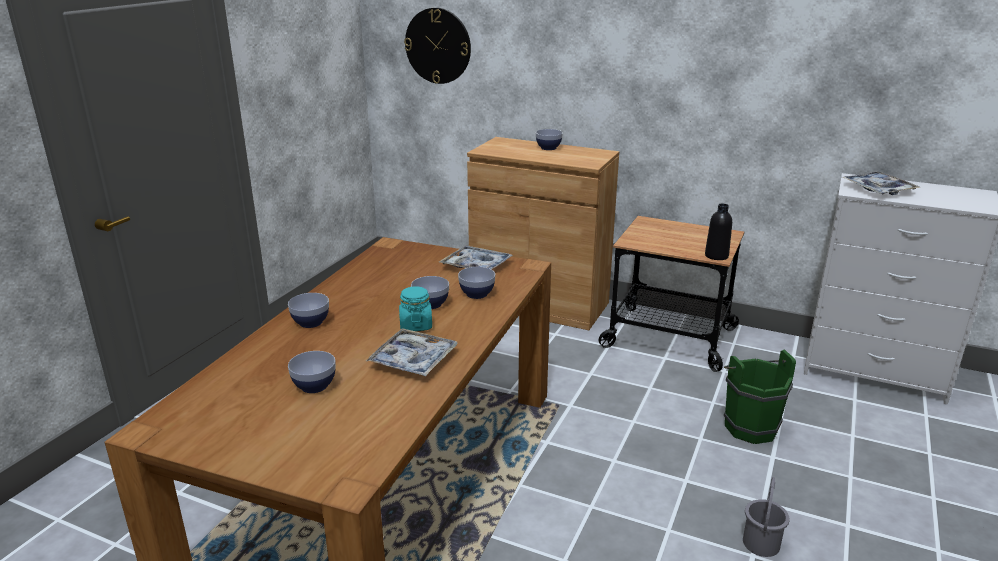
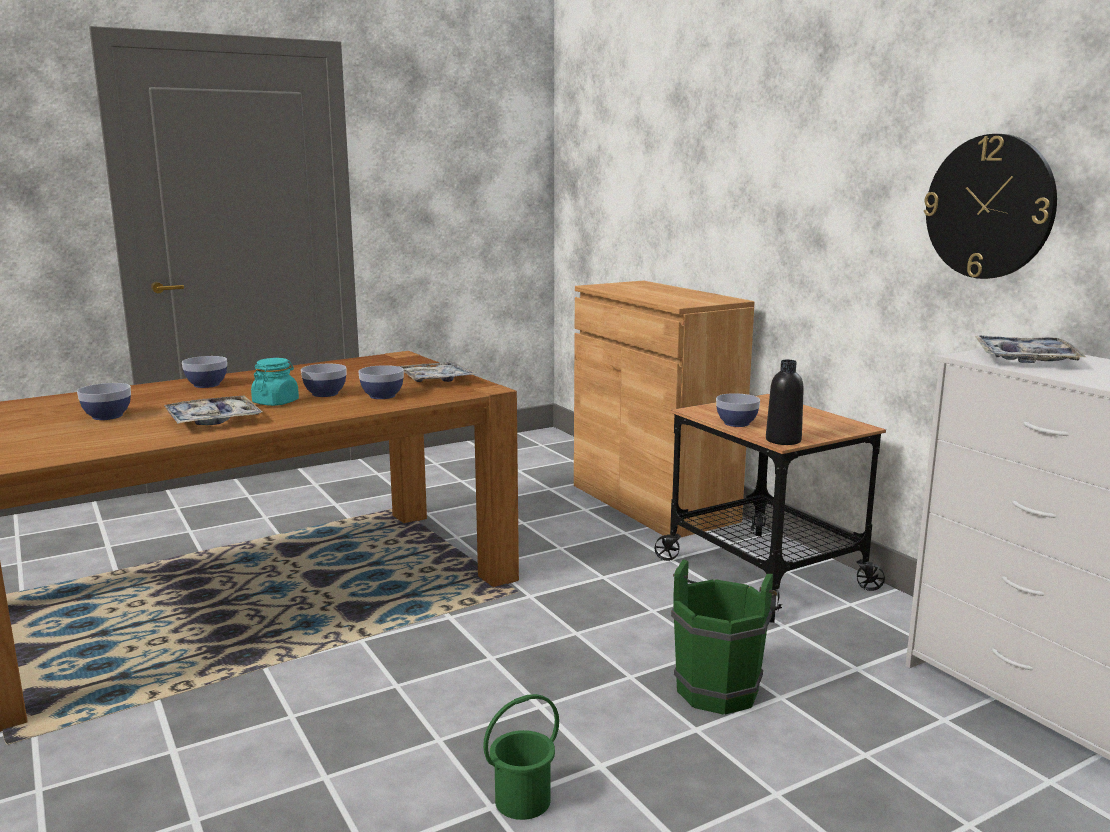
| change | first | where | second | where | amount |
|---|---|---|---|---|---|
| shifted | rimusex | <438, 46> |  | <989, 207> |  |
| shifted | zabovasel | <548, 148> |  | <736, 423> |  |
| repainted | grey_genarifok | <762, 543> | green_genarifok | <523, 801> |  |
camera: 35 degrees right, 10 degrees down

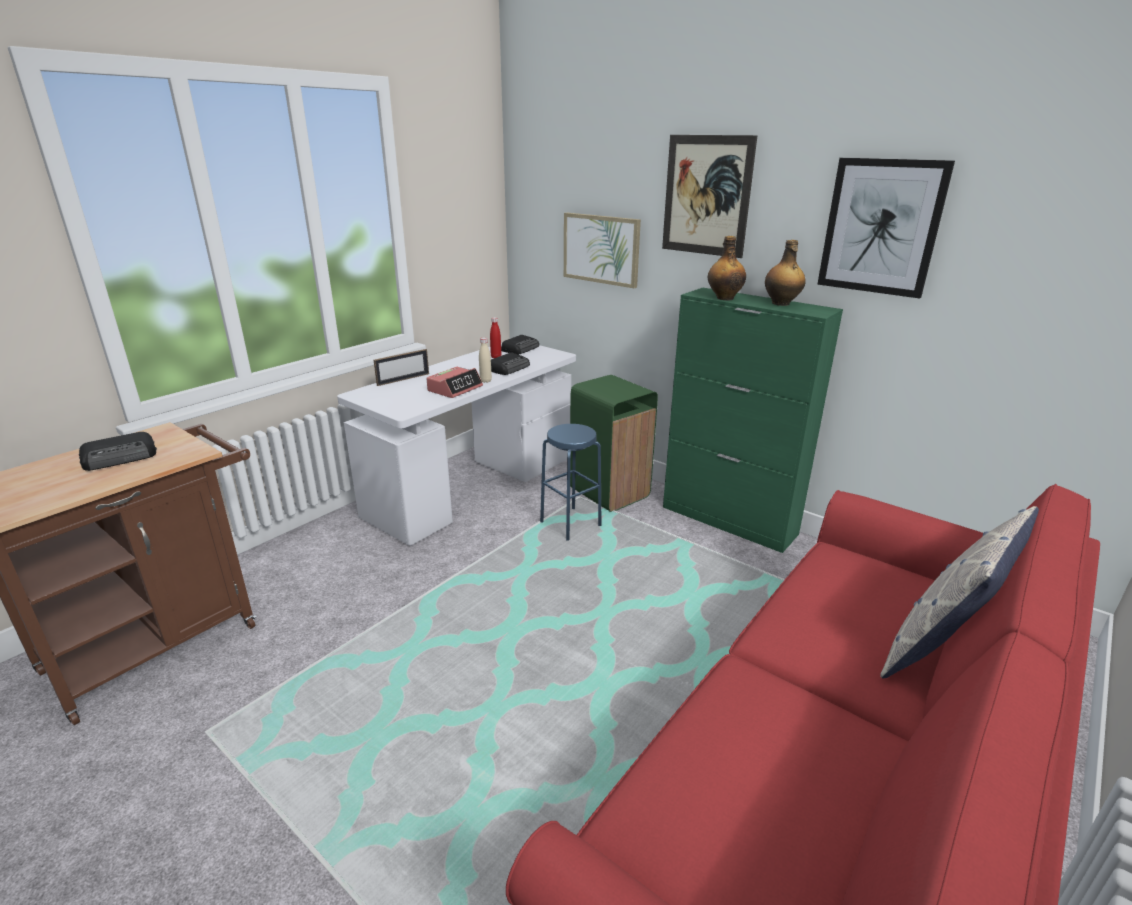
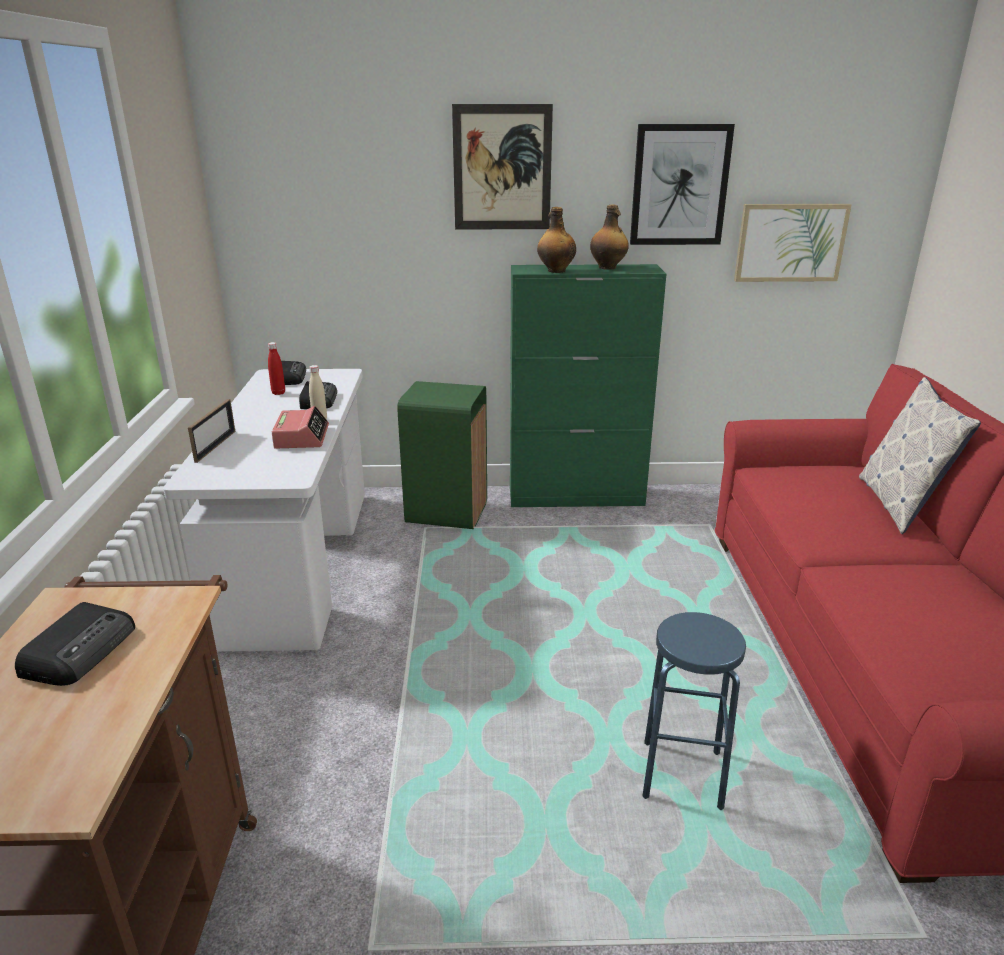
| change | first | where | second | where | amount |
|---|---|---|---|---|---|
| shifted | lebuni | <601, 249> |  | <790, 242> |  |
| shifted | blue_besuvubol | <570, 524> |  | <682, 775> |  |
camera: 40 degrees left, 0 degrees up

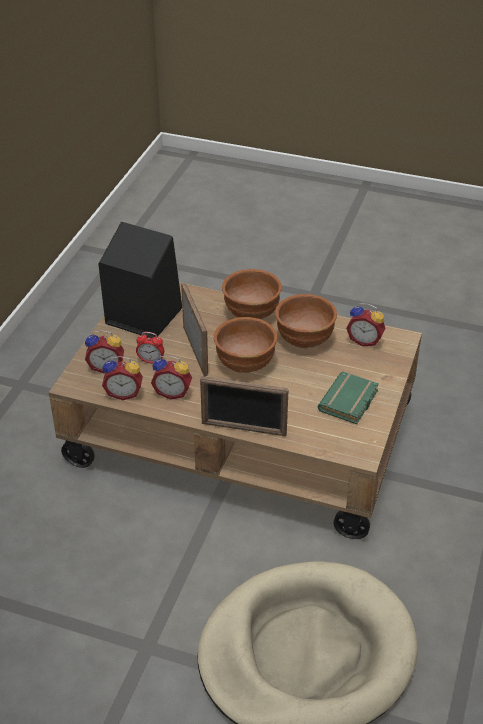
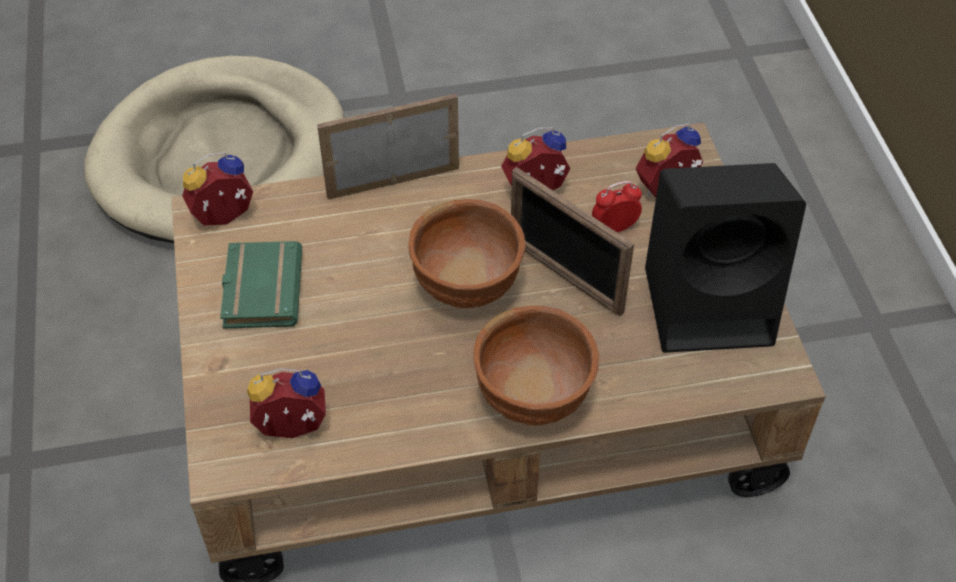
| change | first | where | second | where | amount |
|---|---|---|---|---|---|
| gone | brown_zabovasel | <304, 340> |  |  |  |
| shifted | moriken | <124, 393> |  | <224, 219> |  |
camera: 150 degrees right, 10 degrees up

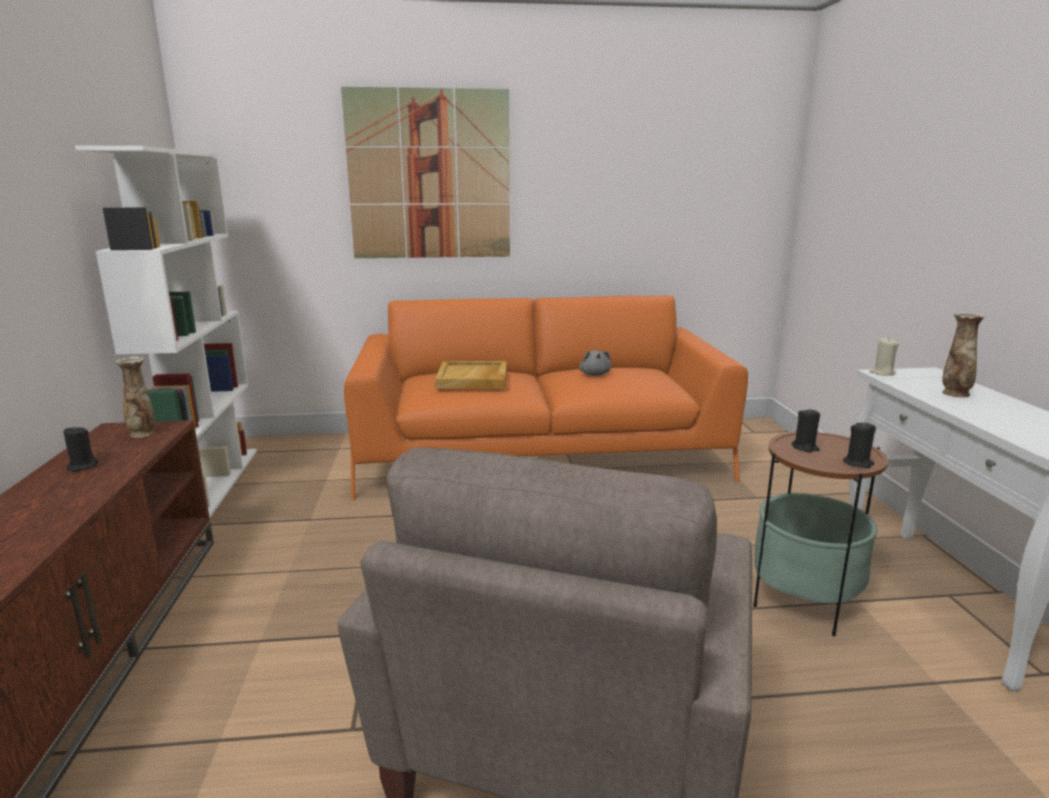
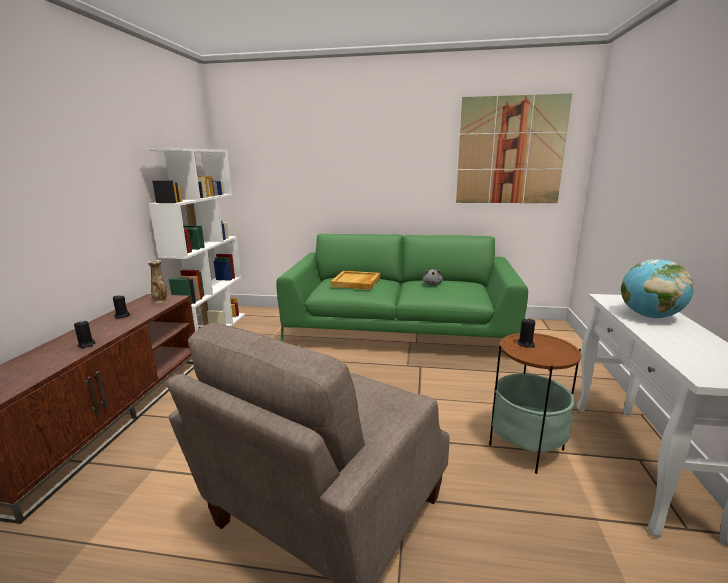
| change | first | where | second | where | amount |
|---|---|---|---|---|---|
| shifted | lebuni | <429, 175> |  | <510, 151> |  |
| repainted | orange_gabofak | <539, 456> | green_gabofak | <399, 332> |  |
| swapped | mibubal | <954, 394> | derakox | <649, 316> |  |
| gone | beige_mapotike | <882, 373> |  |  |  |
| shifted | black_mapotike | <858, 463> |  | <86, 345> |  |
camera: 15 degrees right, 0 degrees up

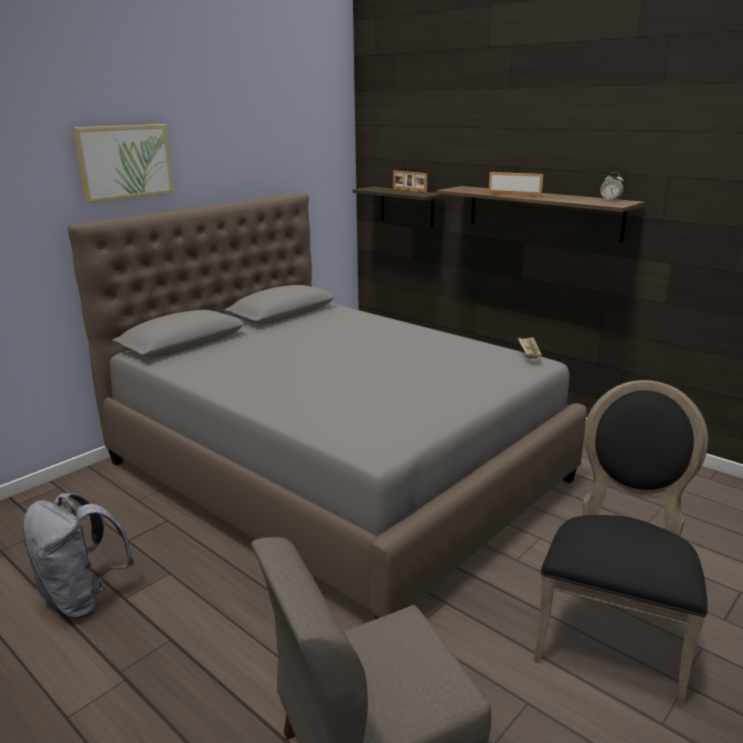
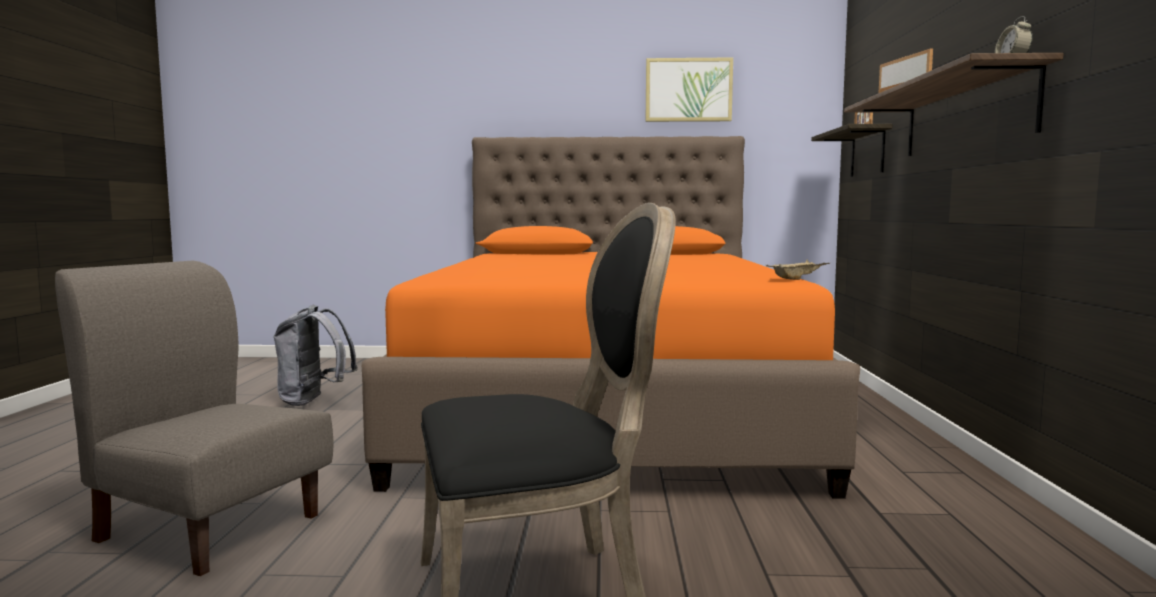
| change | first | where | second | where | amount |
|---|---|---|---|---|---|
| shifted | lebuni | <124, 162> |  | <688, 90> |  |
| repainted | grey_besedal | <336, 470> | orange_besedal | <607, 408> |  |
camera: 50 degrees right, 15 degrees down

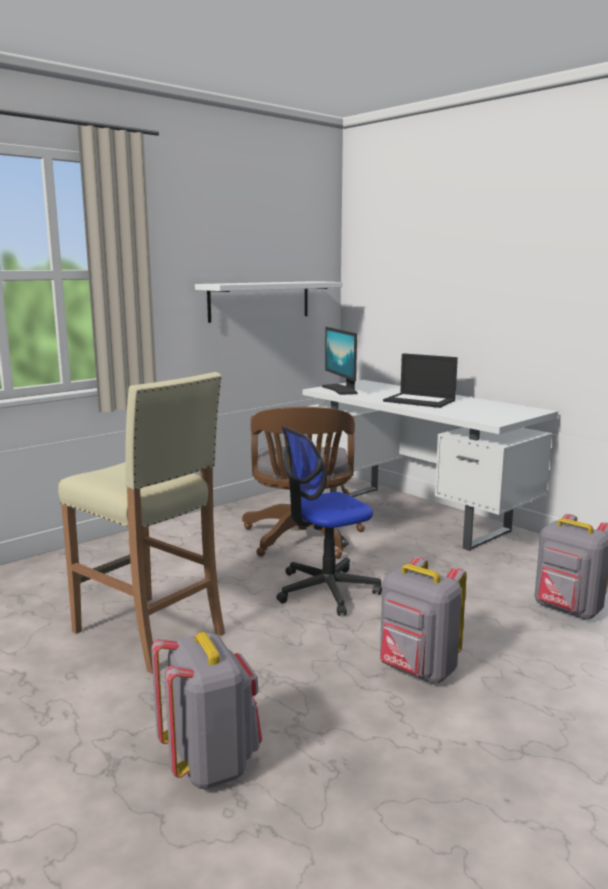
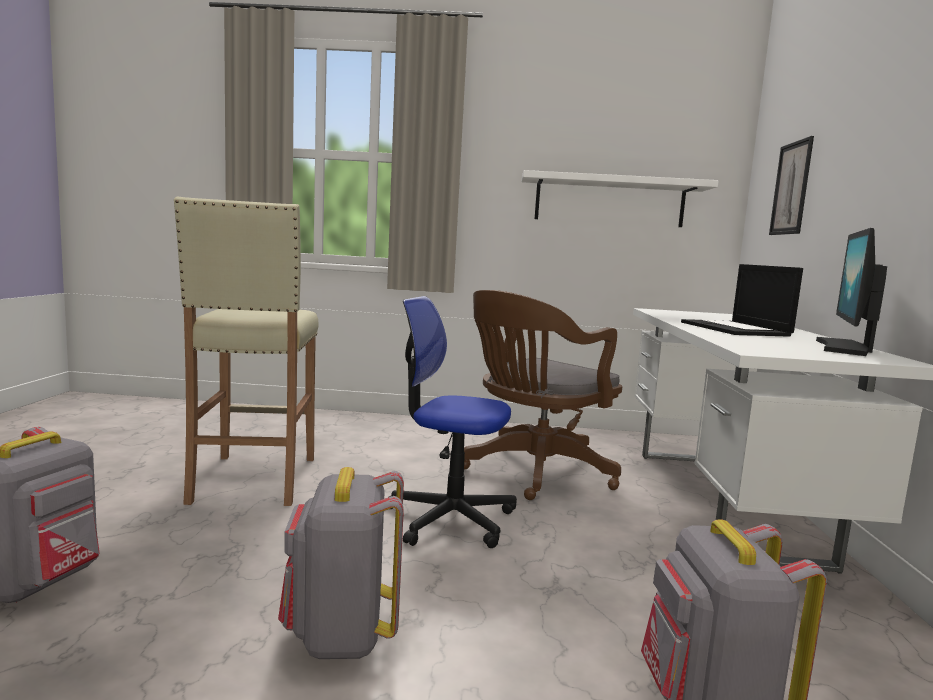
| change | first | where | second | where | amount |
|---|---|---|---|---|---|
| shifted | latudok | <341, 390> |  | <845, 348> |  |
| new |  |  | lebuni | <791, 188> |  |
camera: 45 degrees right, 5 degrees down

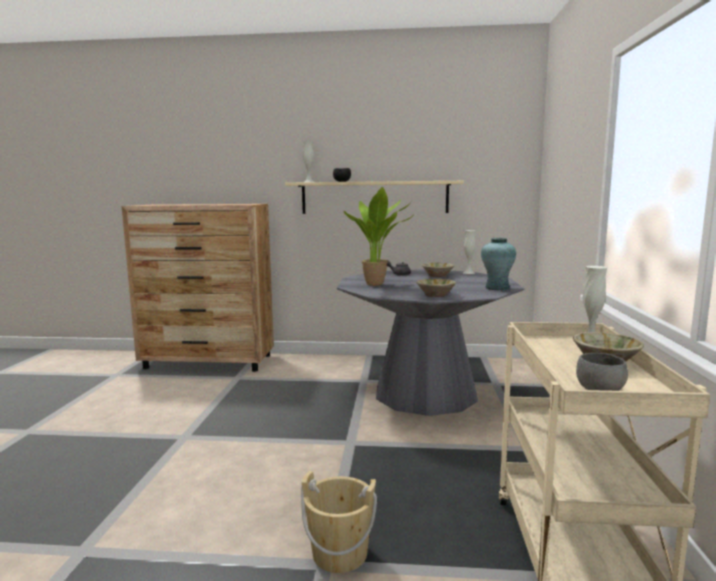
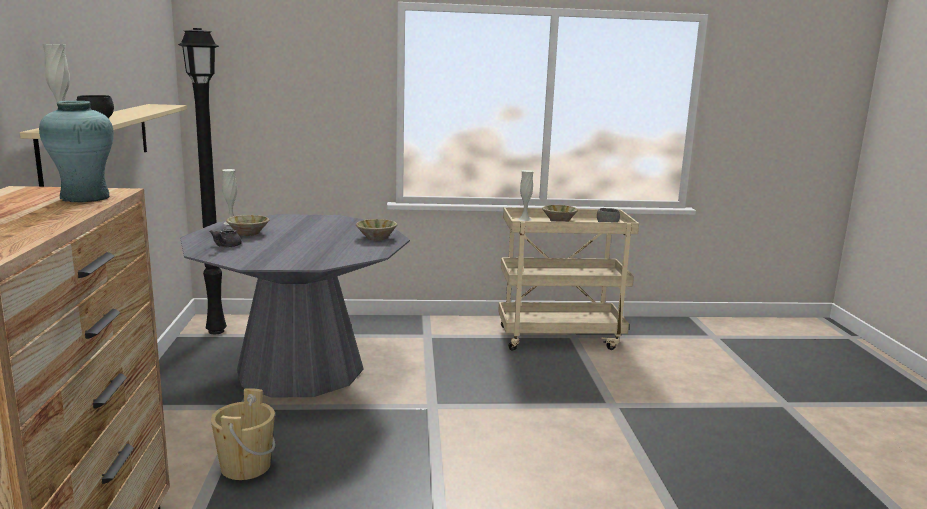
| change | first | where | second | where | amount |
|---|---|---|---|---|---|
| gone | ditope | <378, 284> |  |  |  |
| shifted | turquoise_mibubal | <497, 288> |  | <85, 198> |  |
| shifted | beige_genarifok | <340, 553> |  | <245, 466> |  |
| new |  |  | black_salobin | <218, 331> |  |
camera: 100 degrees left, 5 degrees up

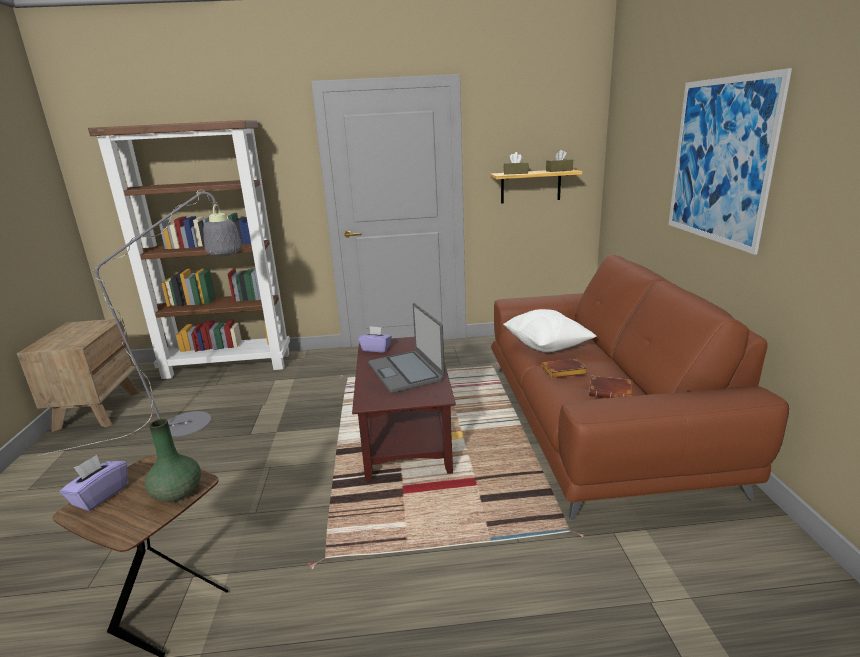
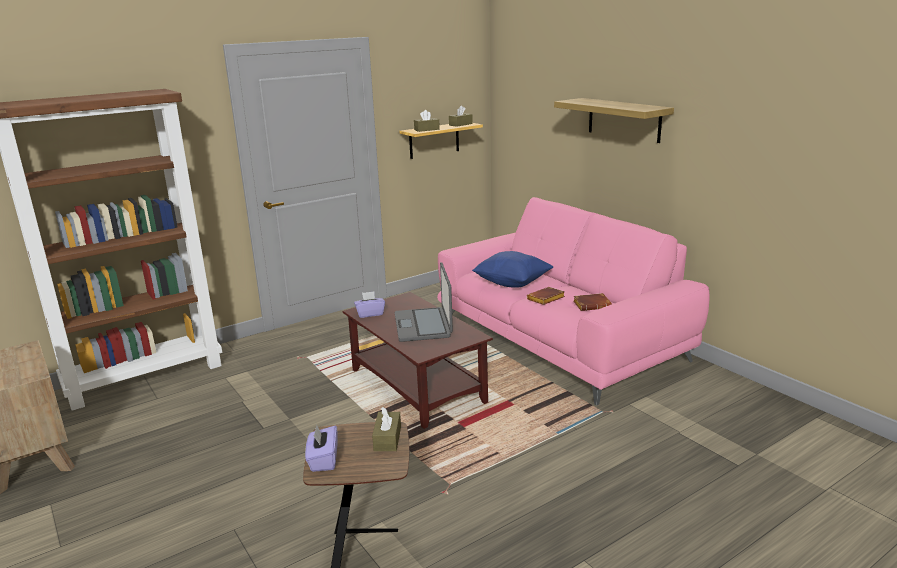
| change | first | where | second | where | amount |
|---|---|---|---|---|---|
| swapped | lebuni | <719, 161> | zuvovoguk | <624, 119> |  |
| gone | grey_salobin | <200, 420> |  |  |  |
| repainted | brown_gabofak | <597, 422> | pink_gabofak | <560, 339> |  |
| rotated | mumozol | <406, 372> |  | <423, 325> | 45 degrees clockwise |
| repainted | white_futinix | <546, 346> | blue_futinix | <512, 283> |  |
| swapped | green_mibubal | <177, 493> | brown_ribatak | <387, 439> |  |
camera: 30 degrees left, 0 degrees up

